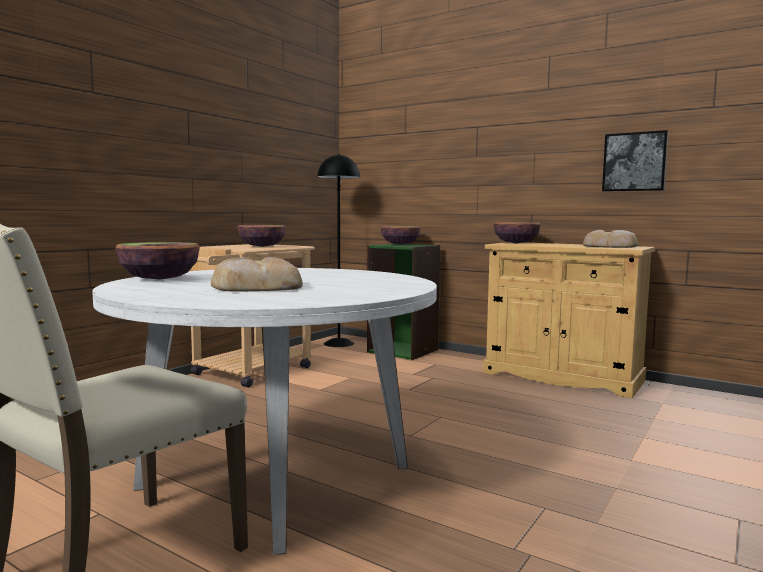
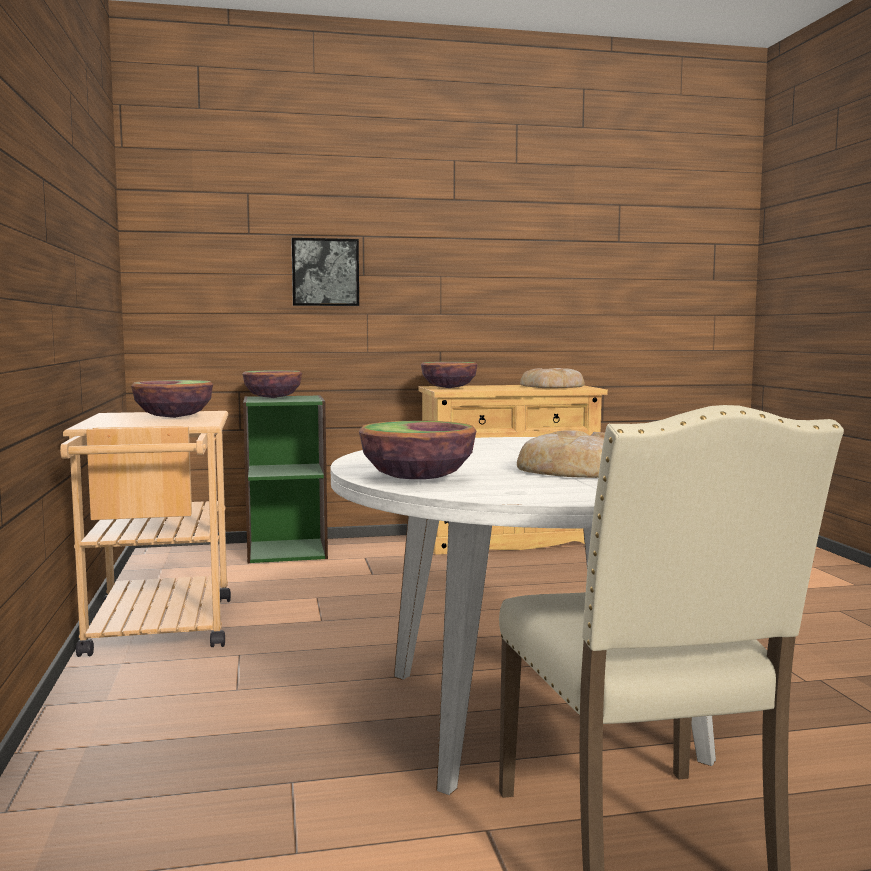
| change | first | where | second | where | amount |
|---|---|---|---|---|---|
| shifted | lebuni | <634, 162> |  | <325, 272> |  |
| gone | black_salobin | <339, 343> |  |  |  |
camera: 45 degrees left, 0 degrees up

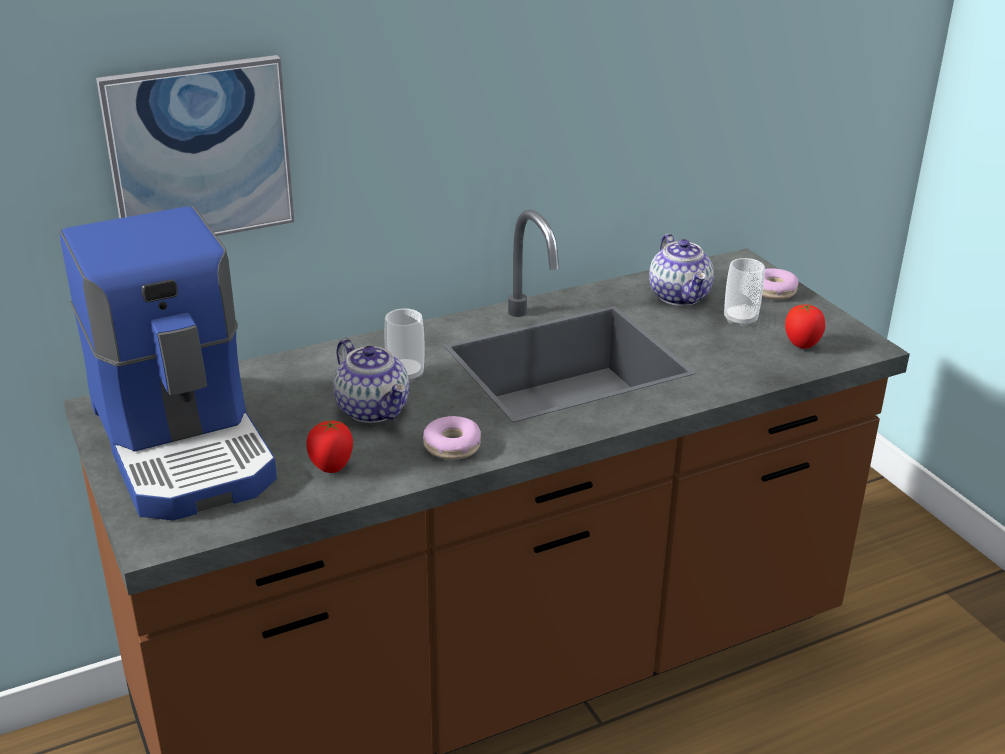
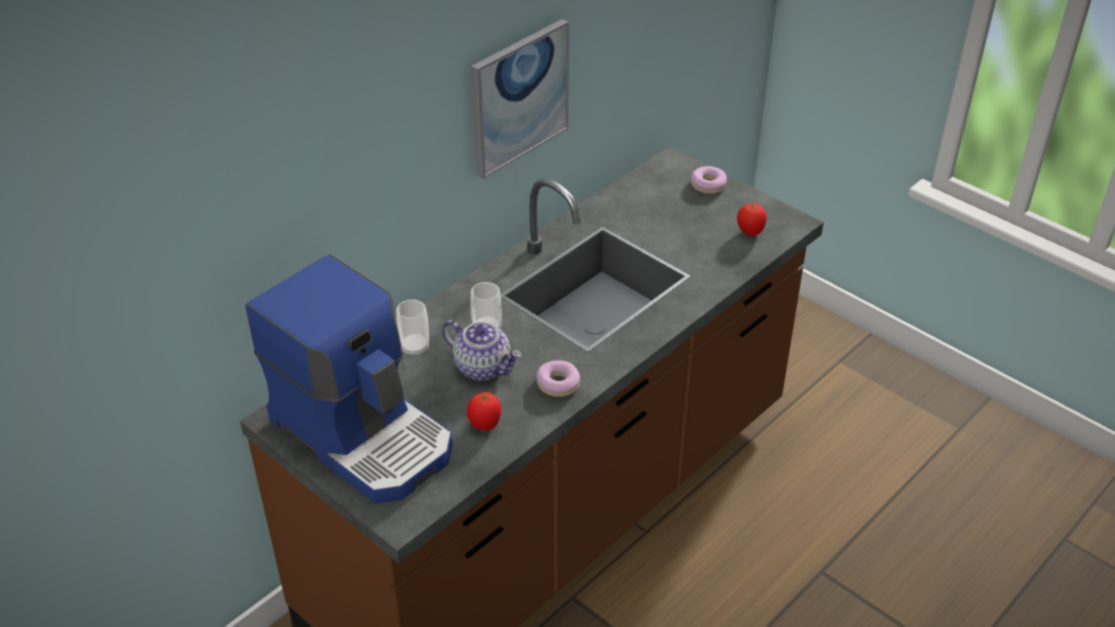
| change | first | where | second | where | amount |
|---|---|---|---|---|---|
| shifted | lebuni | <199, 152> |  | <519, 97> |  |
| gone | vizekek | <680, 296> |  |  |  |
| shifted | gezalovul | <740, 320> |  | <414, 347> |  |
camera: 20 degrees left, 10 degrees up

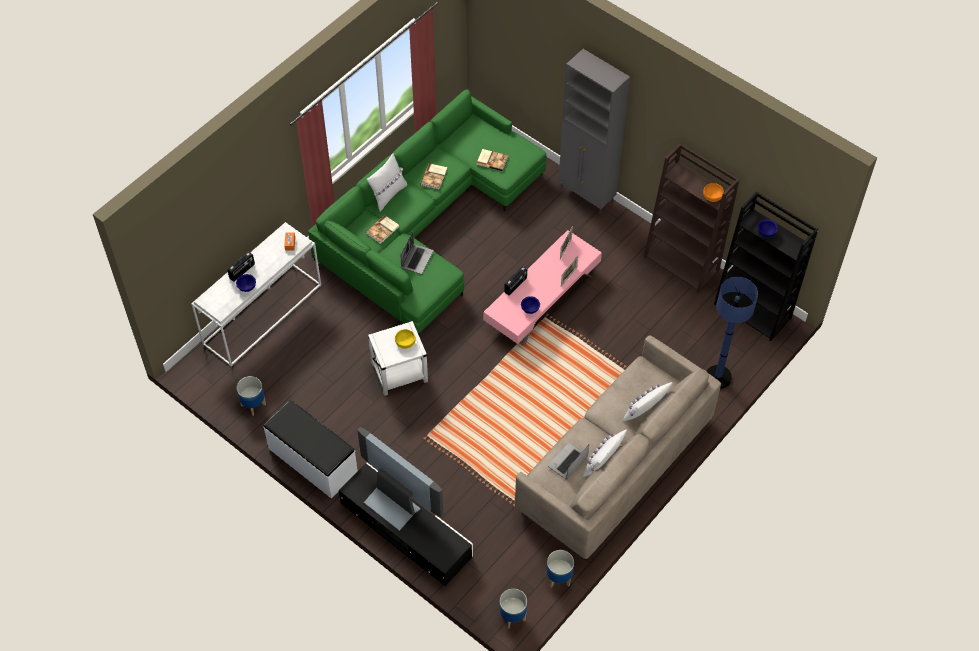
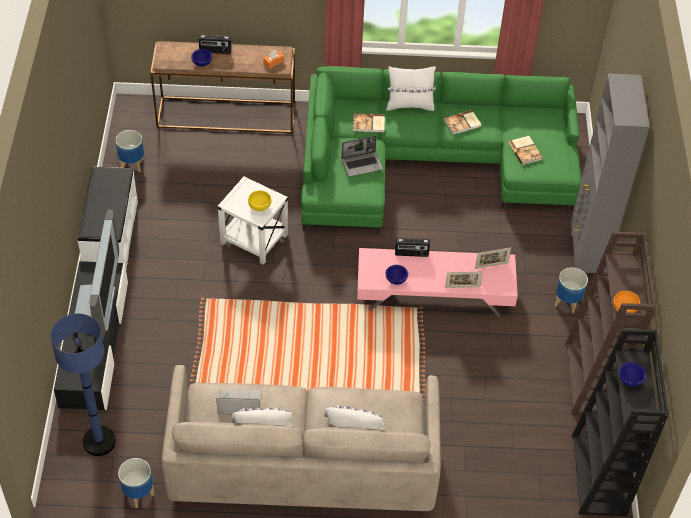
| change | first | where | second | where | amount |
|---|---|---|---|---|---|
| repainted | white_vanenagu | <262, 313> | brown_vanenagu | <227, 115> |  |
| shifted | blue_salobin | <718, 377> |  | <99, 441> |  |
| shifted | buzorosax | <512, 616> |  | <566, 302> |  |
camera: 50 degrees right, 5 degrees down

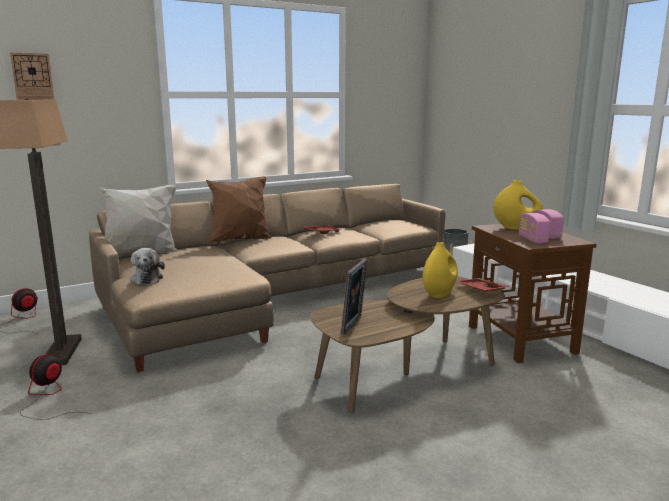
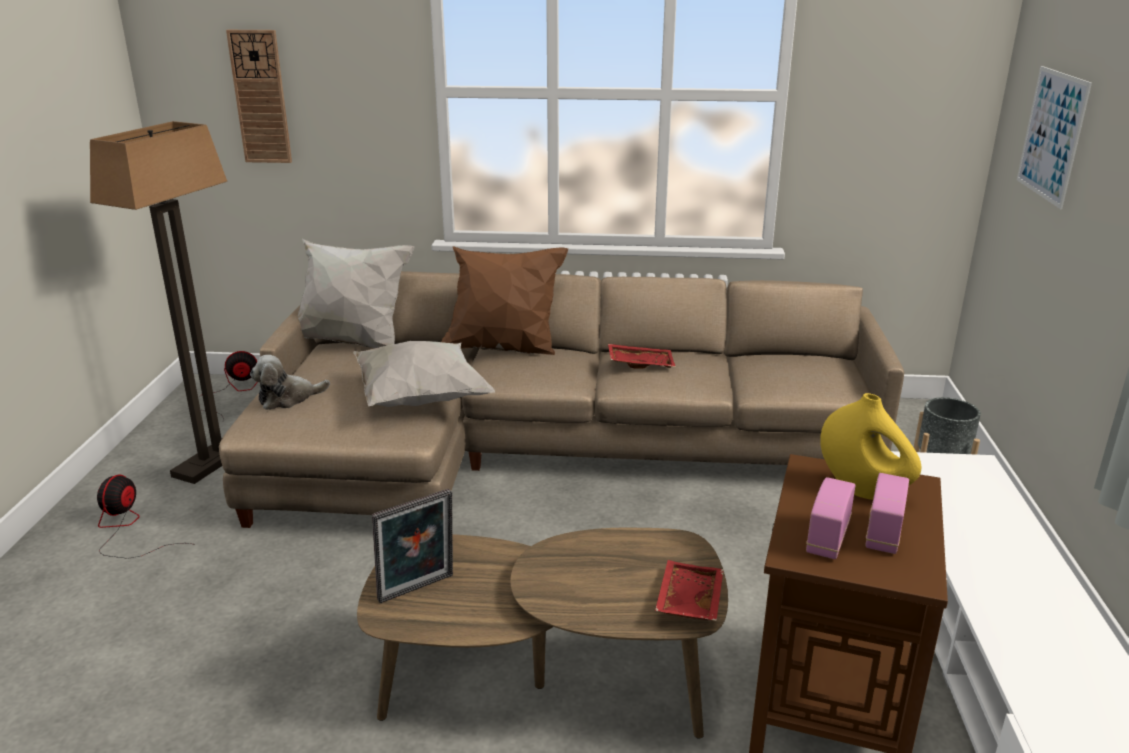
| change | first | where | second | where | amount |
|---|---|---|---|---|---|
| gone | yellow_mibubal | <439, 294> |  |  |  |
| rotated | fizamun | <147, 278> |  | <288, 398> | 45 degrees clockwise |
| rotated | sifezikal | <48, 397> |  | <127, 529> | 45 degrees counterclockwise |
| new |  |  | lebuni | <1051, 135> |  |
| new |  |  | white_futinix | <419, 399> |  |
camera: 35 degrees right, 10 degrees up

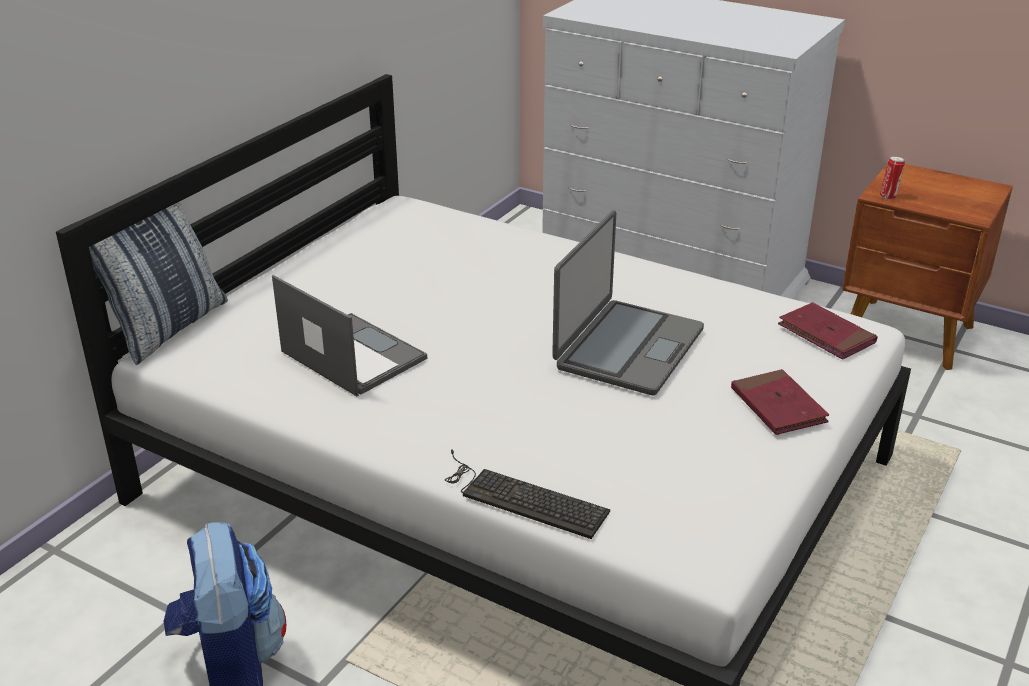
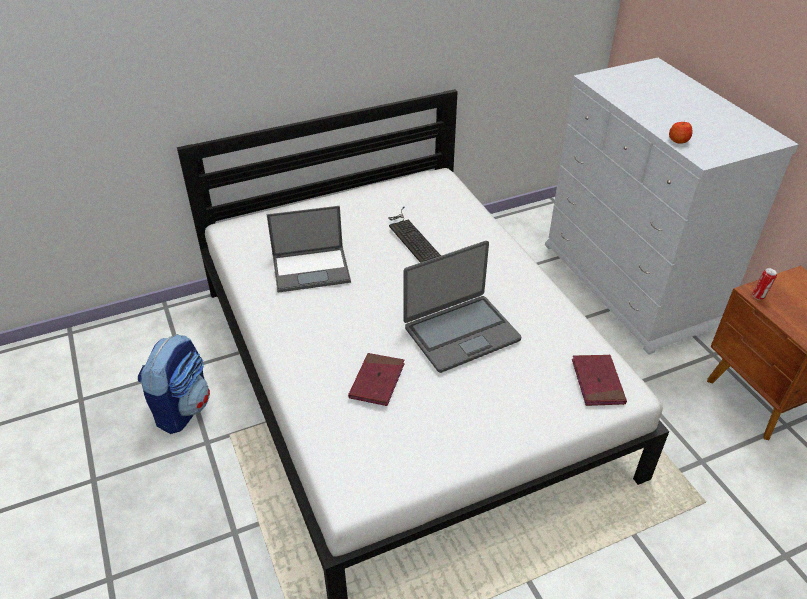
| change | first | where | second | where | amount |
|---|---|---|---|---|---|
| gone | futinix | <167, 327> |  |  |  |
| rotated | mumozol | <351, 355> |  | <312, 269> | 90 degrees clockwise |
| shifted | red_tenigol | <778, 406> |  | <377, 381> |  |
| shifted | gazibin | <520, 497> |  | <411, 236> |  |
| new |  |  | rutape | <678, 140> |  |
camera: 35 degrees right, 10 degrees up

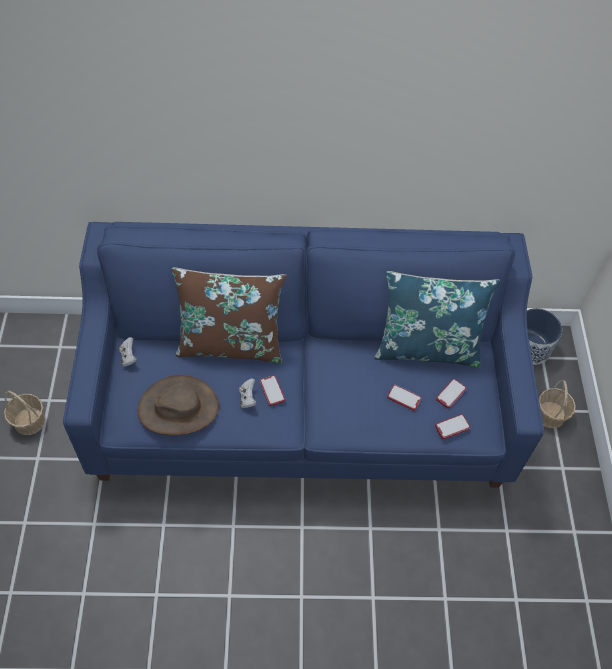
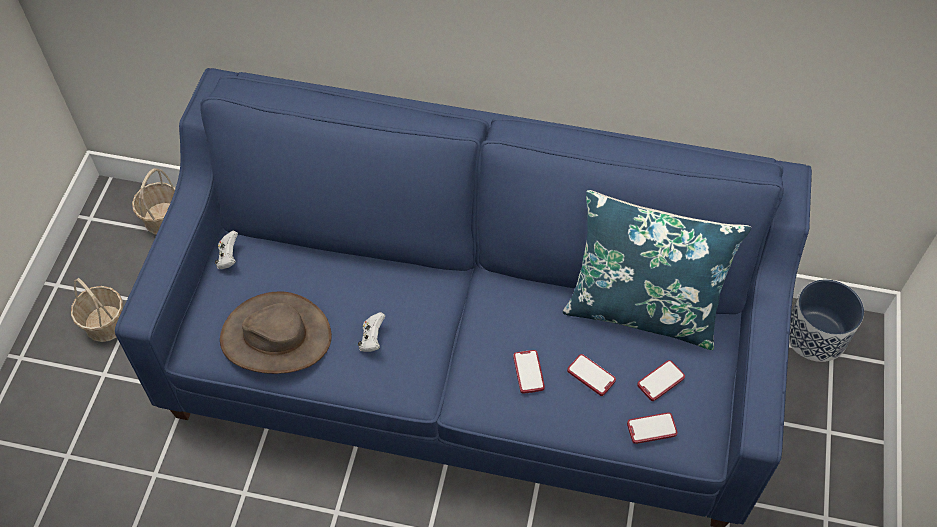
| change | first | where | second | where | amount |
|---|---|---|---|---|---|
| gone | brown_futinix | <230, 344> |  |  |  |
| shifted | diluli | <272, 391> |  | <528, 372> |  |
| shifted | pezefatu | <550, 415> |  | <163, 219> |  |
camera: 15 degrees right, 0 degrees up

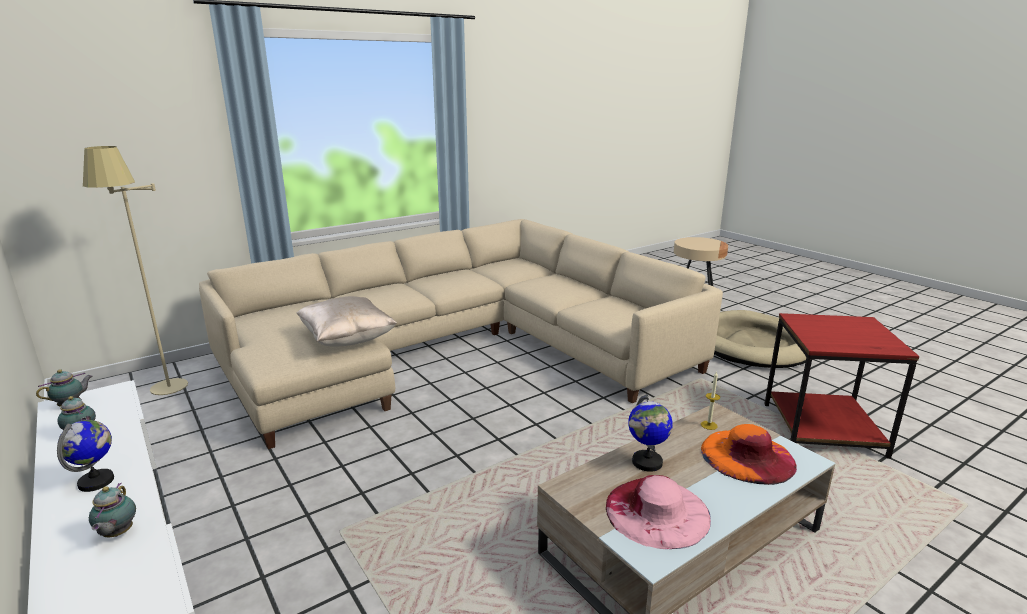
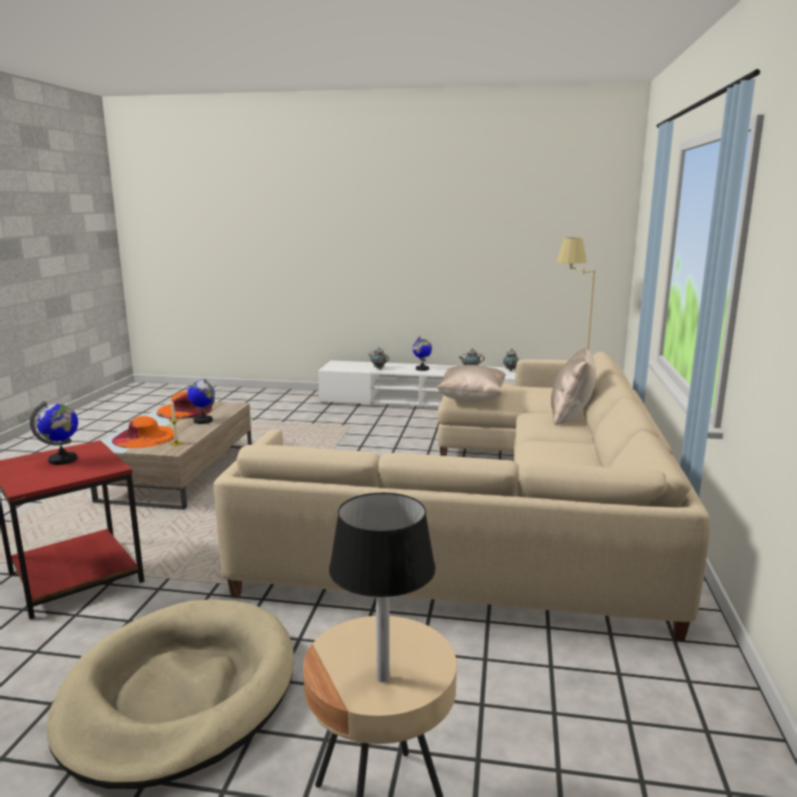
| change | first | where | second | where | amount |
|---|---|---|---|---|---|
| repainted | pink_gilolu | <657, 511> | orange_gilolu | <184, 410> |  |
| new |  |  | beige_futinix | <571, 416> |  |
| new |  |  | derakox | <63, 460> |  |
| new |  |  | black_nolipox | <383, 678> |  |
camera: 135 degrees right, 5 degrees down

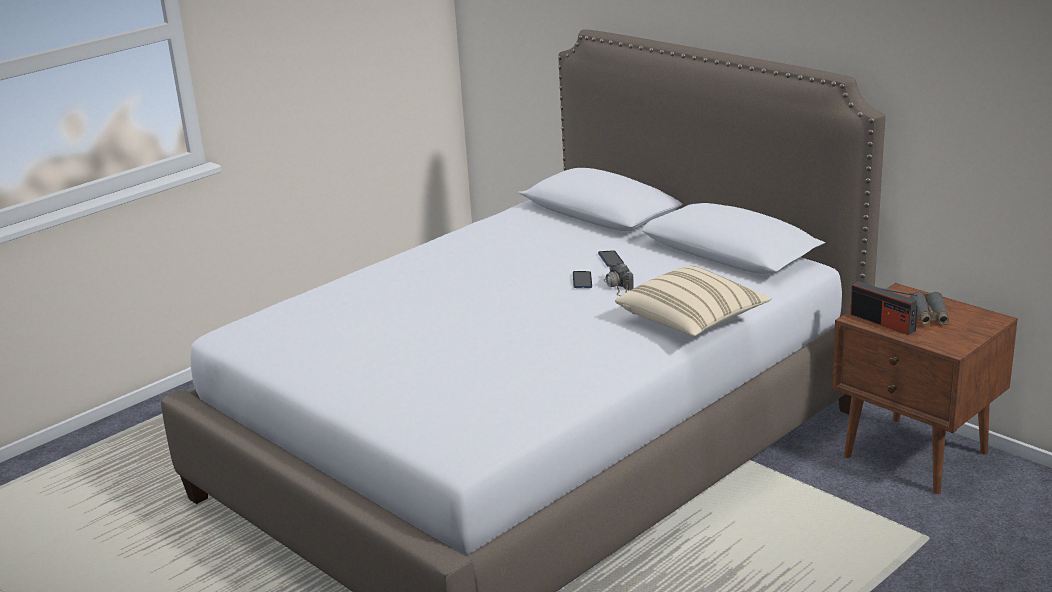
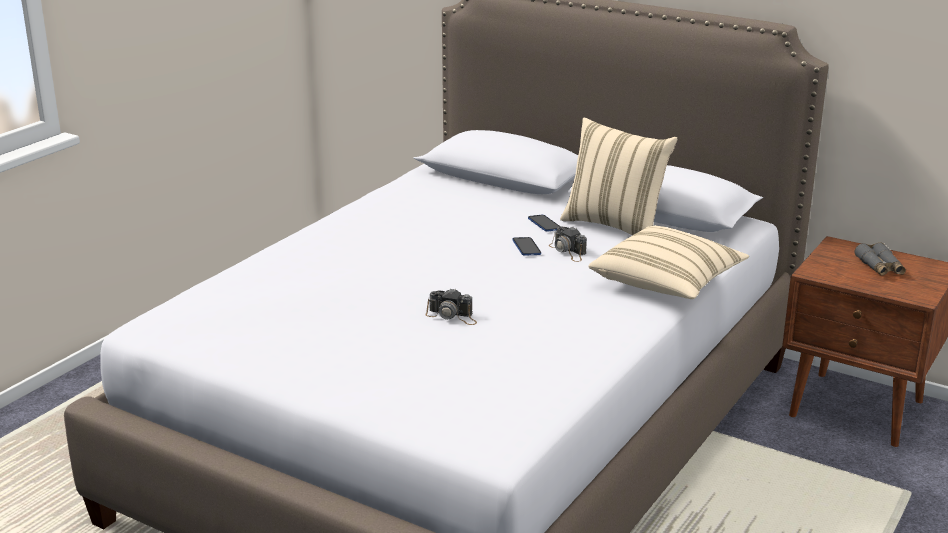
| change | first | where | second | where | amount |
|---|---|---|---|---|---|
| gone | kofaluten | <882, 322> |  |  |  |
| new |  |  | beige_futinix | <615, 226> |  |
| new |  |  | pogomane | <452, 316> |  |
camera: 15 degrees left, 0 degrees up

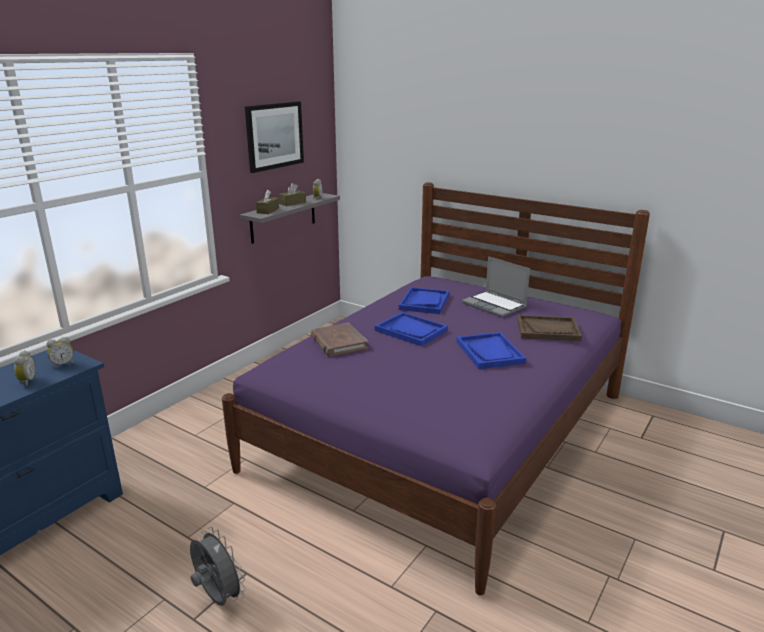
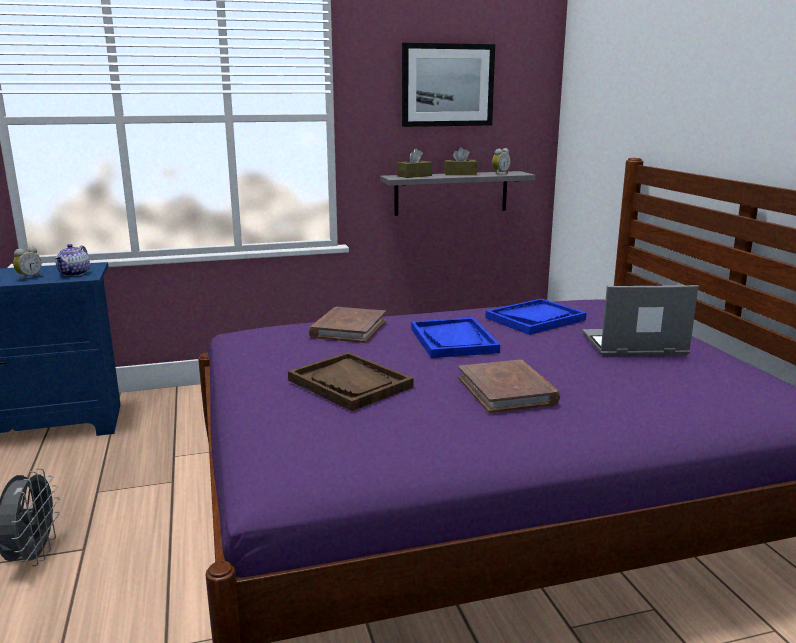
| change | first | where | second | where | amount |
|---|---|---|---|---|---|
| rotated | mumozol | <495, 305> |  | <632, 345> | 90 degrees clockwise |
| shifted | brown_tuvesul | <548, 330> |  | <350, 383> |  |
| swapped | blue_tuvesul | <490, 352> | brown_tenigol | <507, 391> |  |
| swapped | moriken | <63, 364> | vizekek | <74, 274> |  |
camera: 40 degrees right, 5 degrees down

